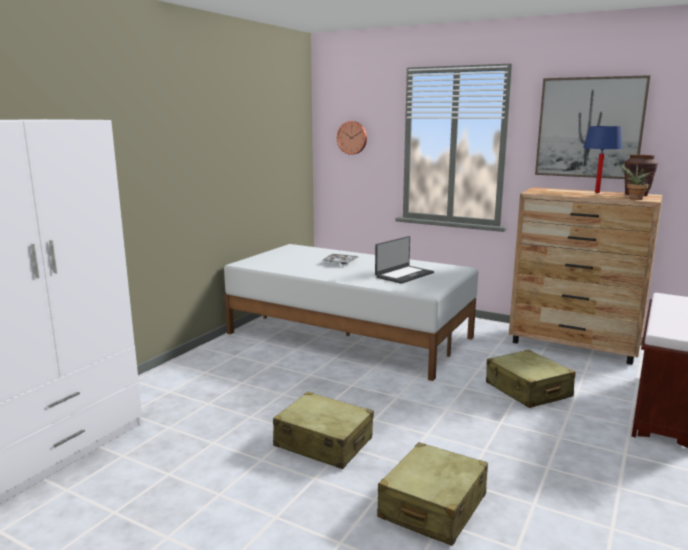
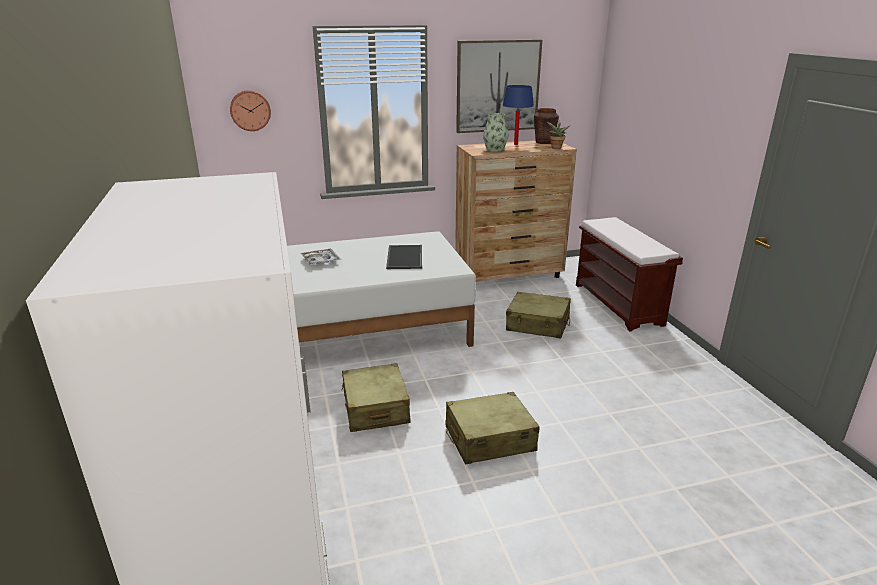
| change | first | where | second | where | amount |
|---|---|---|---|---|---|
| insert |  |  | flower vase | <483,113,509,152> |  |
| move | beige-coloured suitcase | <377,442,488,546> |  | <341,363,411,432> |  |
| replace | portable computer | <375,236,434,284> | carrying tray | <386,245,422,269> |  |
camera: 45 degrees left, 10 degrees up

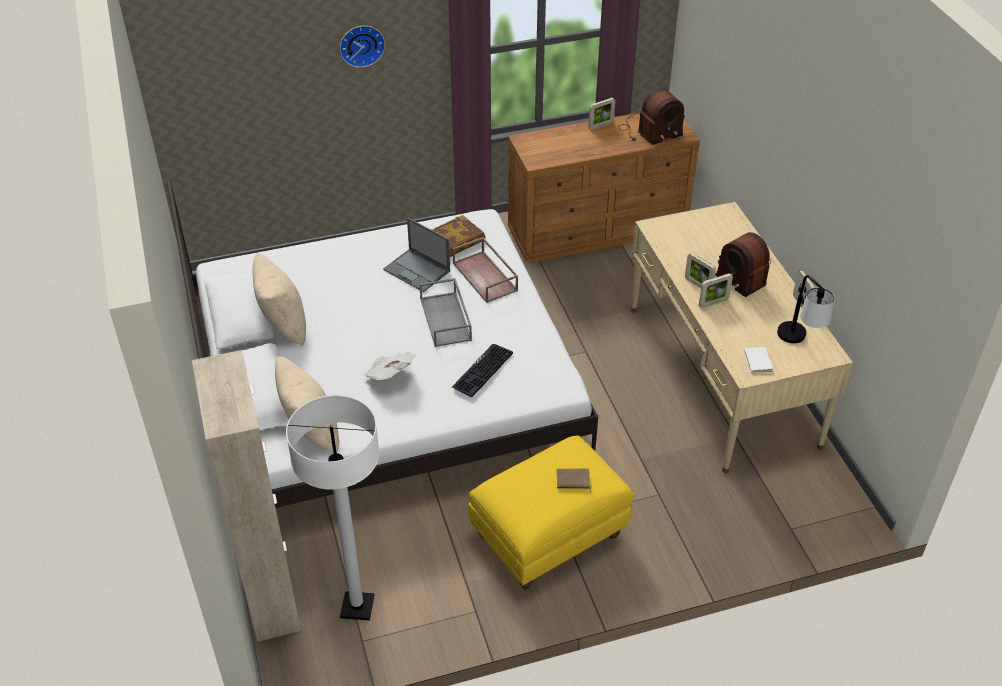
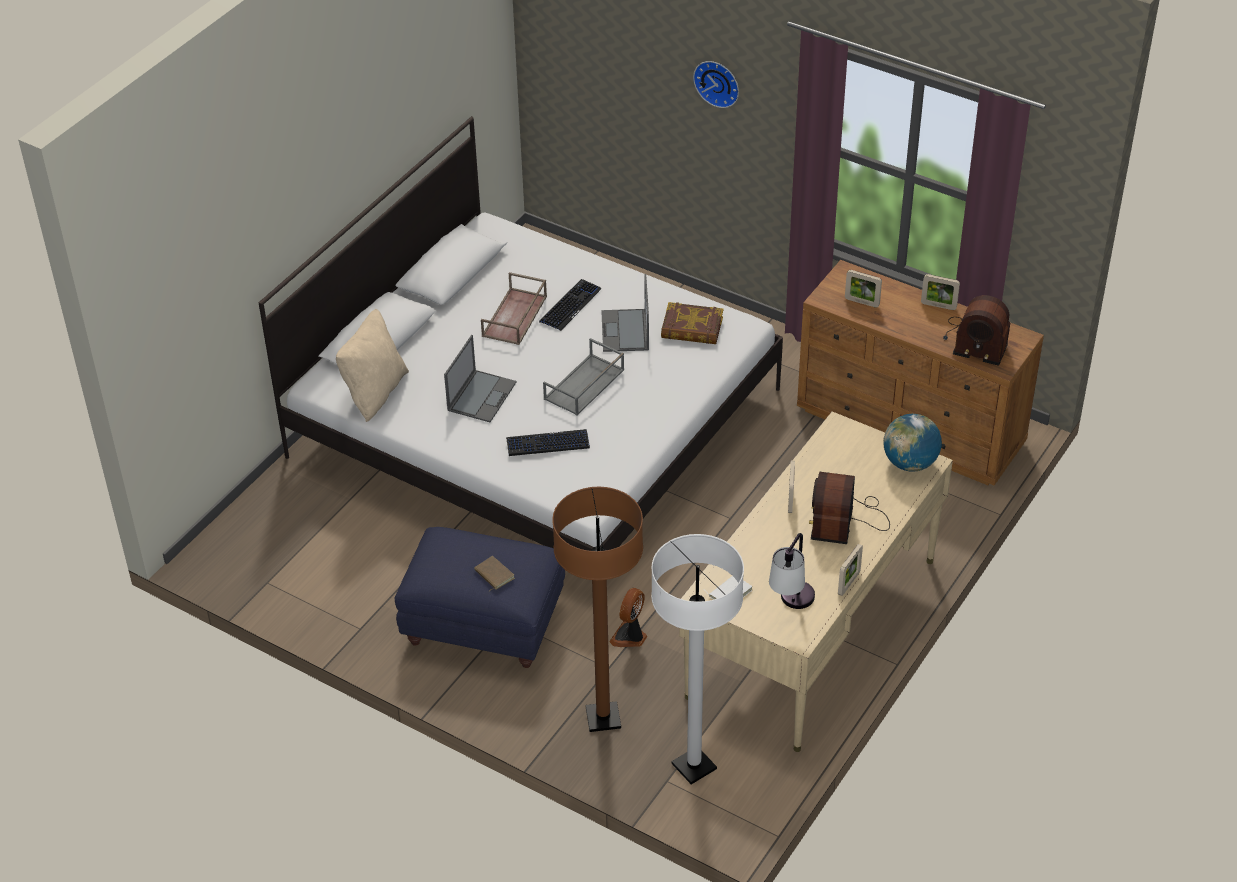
| change | first | where | second | where | amount |
|---|---|---|---|---|---|
| delete | beige-coloured storage cabinet | <192,350,301,642> |  |  |  |
| delete | beige-coloured cushion | <253,253,306,346> |  |  |  |
| insert |  |  | keyboard | <539,279,602,331> |  |
| insert |  |  | brown-coloured standard lamp | <552,487,643,732> |  |
| insert |  |  | electric fan | <609,588,647,647> |  |
| insert |  |  | world globe | <883,414,942,472> |  |
| move | white-coloured standard lamp | <286,395,380,620> |  | <651,534,744,784> |  |
| move | brown-coloured carrying tray | <452,237,518,303> |  | <481,272,547,345> |  |
| move | standing frame | <699,273,733,308> |  | <845,270,882,308> |  |
| replace | daily paper | <363,352,416,380> | portable computer | <444,335,516,422> |  |
| recolor | yellowish ottoman | <468,435,634,589> | blue-coloured ottoman | <395,527,565,668> |  |
camera: 50 degrees right, 0 degrees up

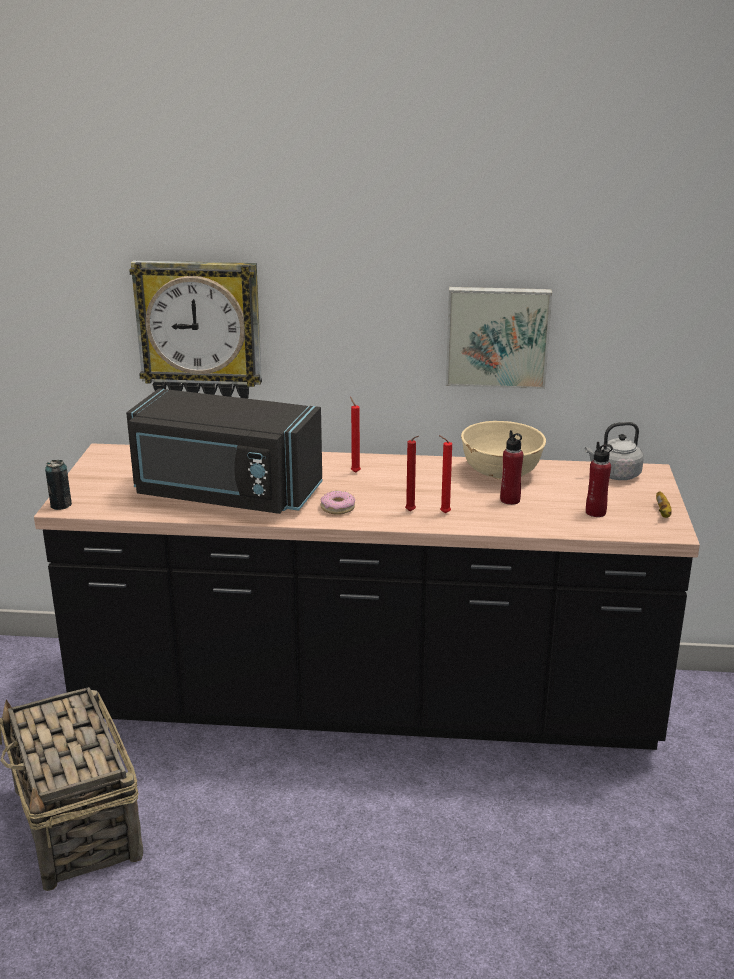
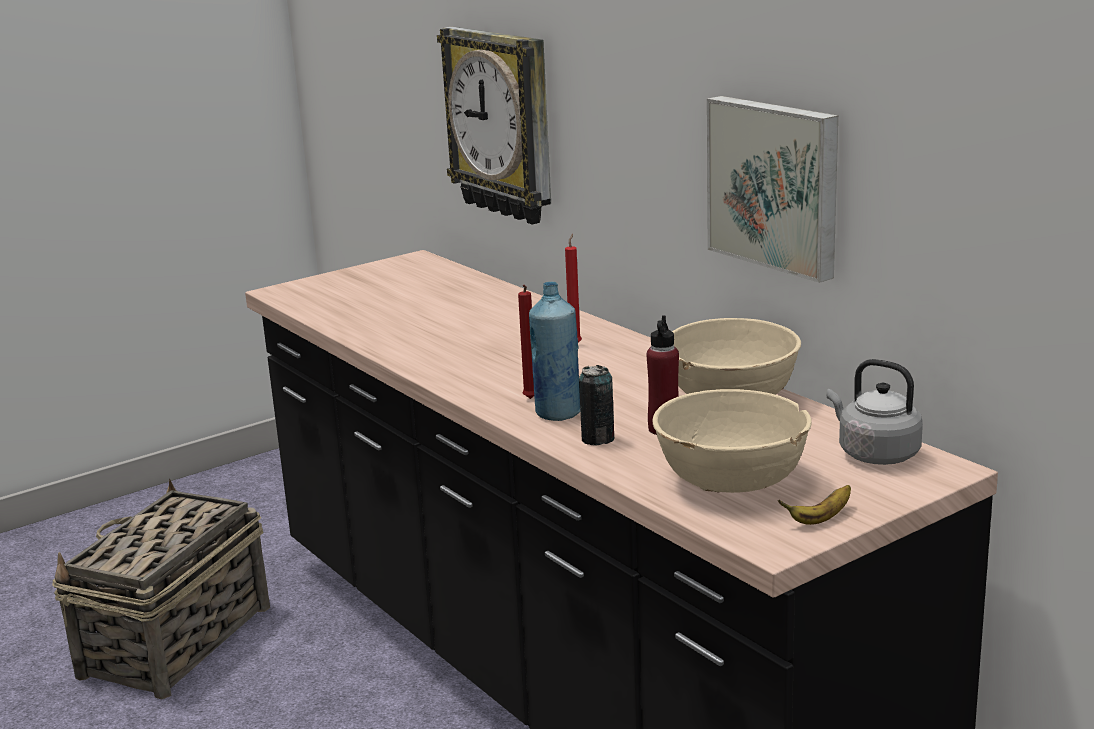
| change | first | where | second | where | amount |
|---|---|---|---|---|---|
| delete | black-coloured kitchen microwave | <126,388,322,514> |  |  |  |
| delete | doughnut | <320,491,355,515> |  |  |  |
| move | can | <45,460,72,510> |  | <579,365,614,446> |  |
| replace | red-coloured wax light | <439,435,452,513> | blue-coloured drink bottle | <529,282,580,421> |  |
| replace | red-coloured drink bottle | <586,442,613,517> | beige-coloured bowl | <652,389,812,493> |  |
camera: 50 degrees right, 5 degrees down

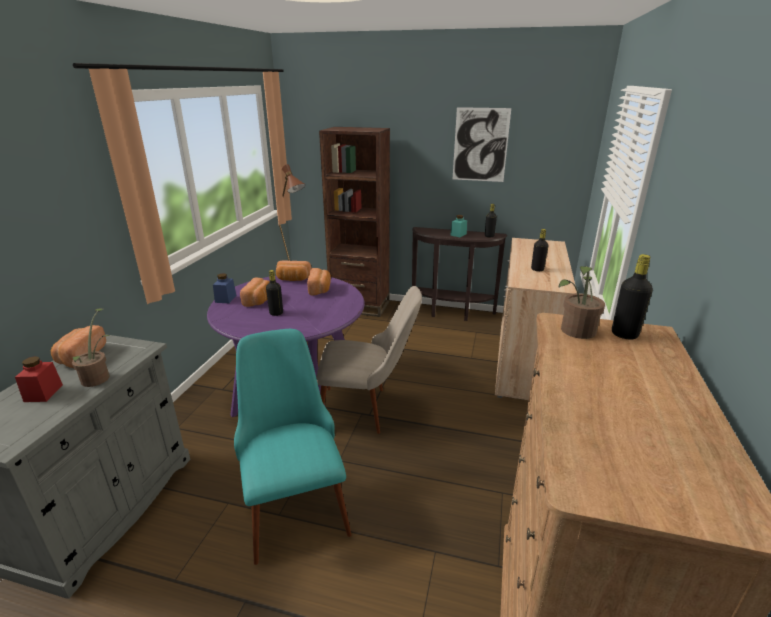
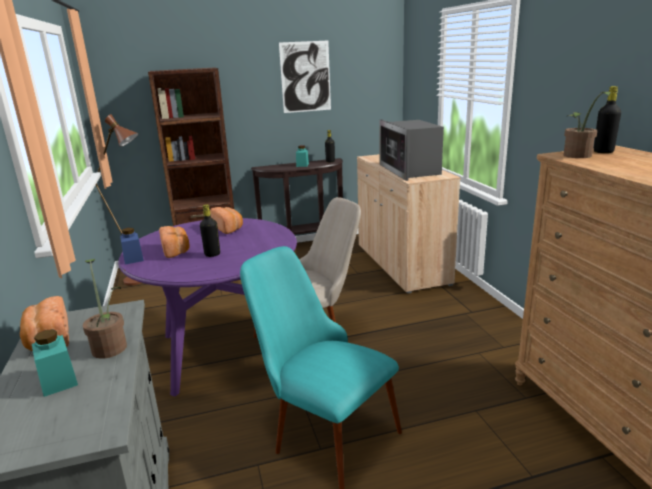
| change | first | where | second | where | amount |
|---|---|---|---|---|---|
| delete | bread | <276,260,311,281> |  |  |  |
| replace | black-coloured drink bottle | <531,229,548,271> | kitchen microwave | <379,120,444,181> |  |
| recolor | red-coloured jar | <15,356,63,402> | turquoise jar | <32,329,78,397> |  |
camera: 30 degrees left, 5 degrees down

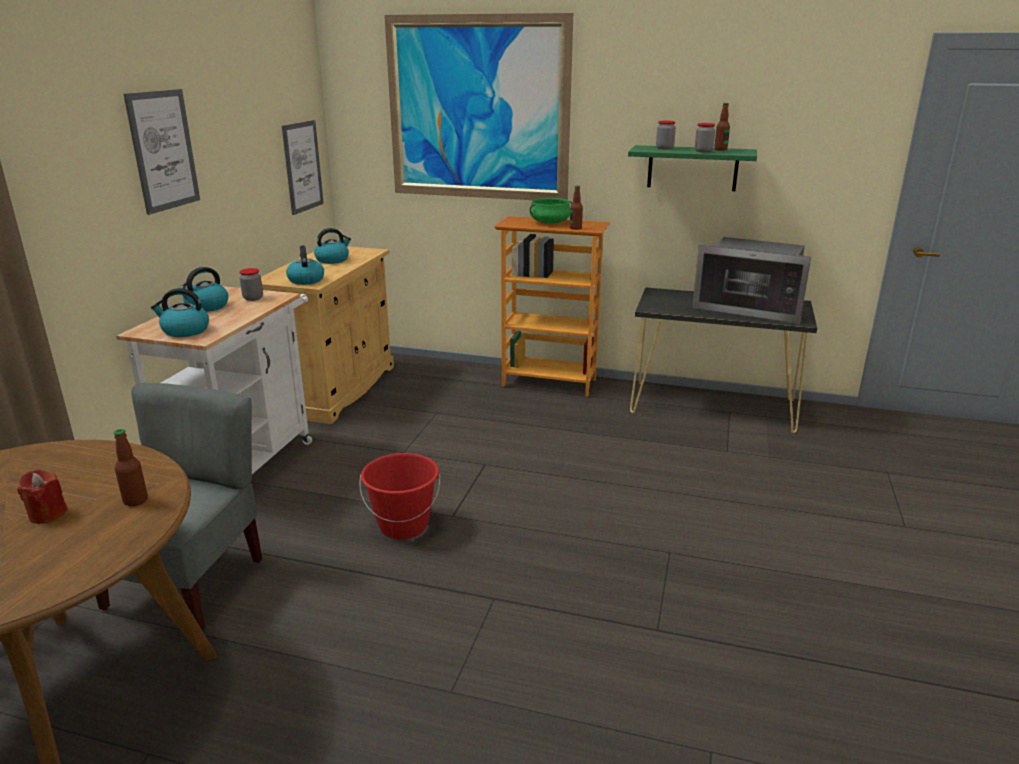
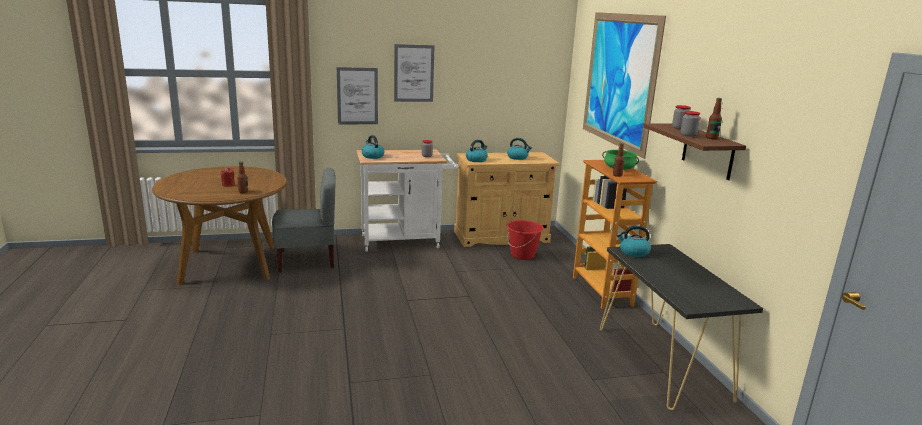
| change | first | where | second | where | amount |
|---|---|---|---|---|---|
| delete | kitchen microwave | <692,237,811,324> |  |  |  |
| move | kettle | <178,267,228,312> |  | <617,225,651,257> |  |
| move | picture | <282,120,324,215> |  | <337,67,378,124> |  |
| move | red-coloured pail | <360,453,441,540> |  | <507,220,544,260> |  |
| recolor | greenish bracket shelf | <628,145,757,191> | brown-coloured bracket shelf | <643,124,746,180> |  |
camera: 60 degrees right, 5 degrees down

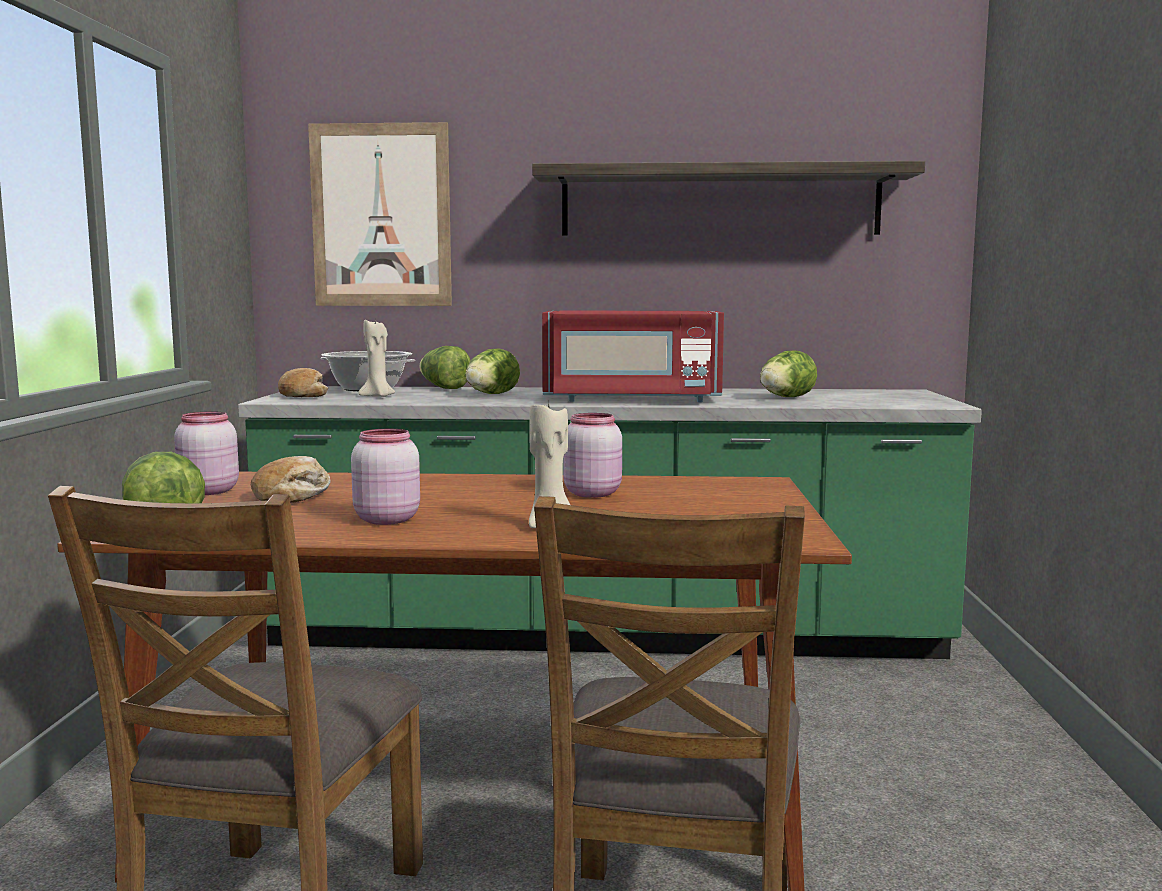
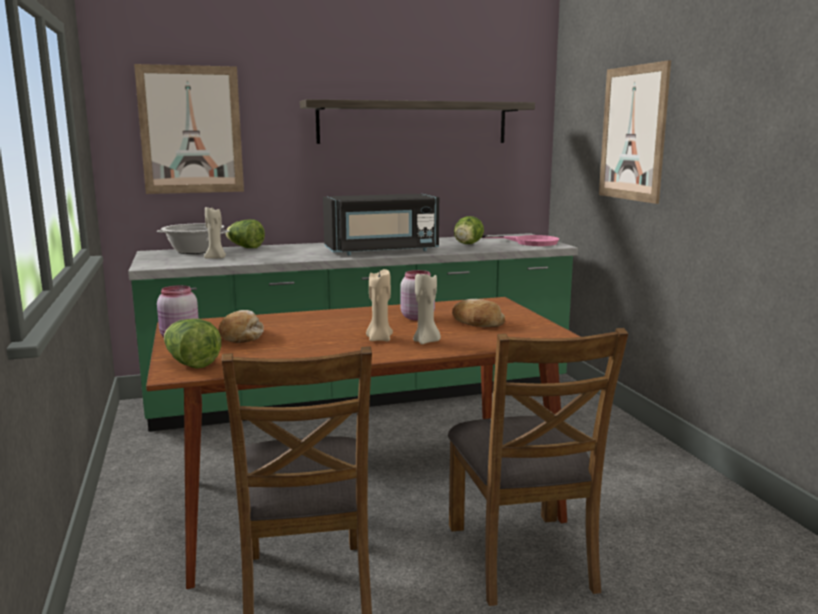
| change | first | where | second | where | amount |
|---|---|---|---|---|---|
| delete | pinkish jar | <351,429,420,525> |  |  |  |
| delete | head of lettuce | <465,349,520,394> |  |  |  |
| insert |  |  | beige-coloured wax light | <366,269,393,341> |  |
| insert |  |  | pinkish pan | <481,235,559,246> |  |
| insert |  |  | picture | <599,60,671,204> |  |
| move | bread | <278,368,328,397> |  | <452,299,505,327> |  |
| recolor | red-coloured kitchen microwave | <542,311,724,402> | black-coloured kitchen microwave | <323,194,439,255> |  |
camera: 20 degrees left, 5 degrees up

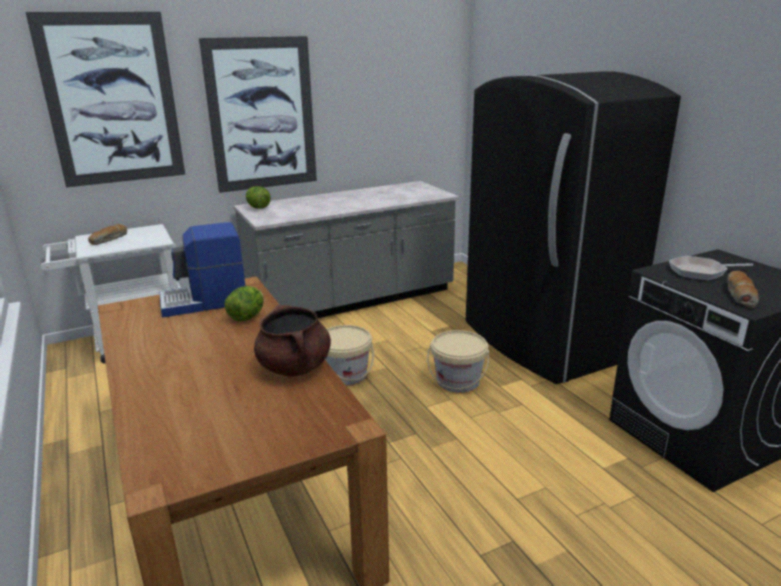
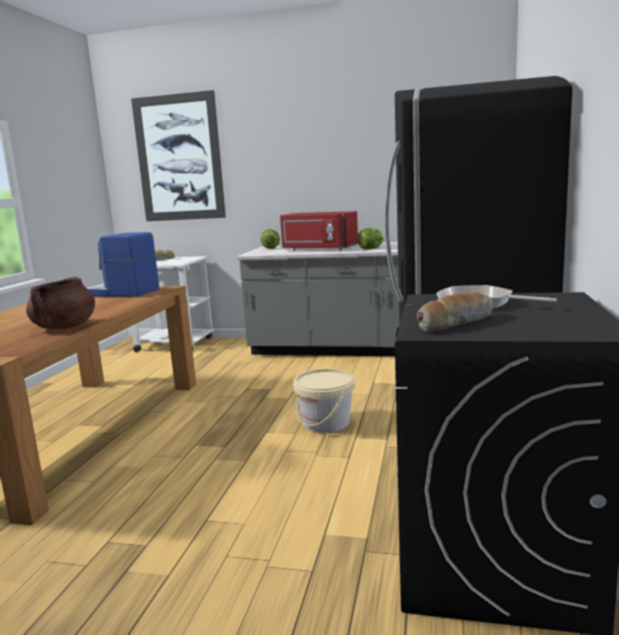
| change | first | where | second | where | amount |
|---|---|---|---|---|---|
| delete | picture | <199,36,317,193> |  |  |  |
| delete | beige-coloured pail | <325,325,374,385> |  |  |  |
| insert |  |  | red-coloured kitchen microwave | <280,211,358,251> |  |
| move | head of lettuce | <224,286,264,321> |  | <357,228,385,249> |  |
camera: 40 degrees right, 10 degrees down

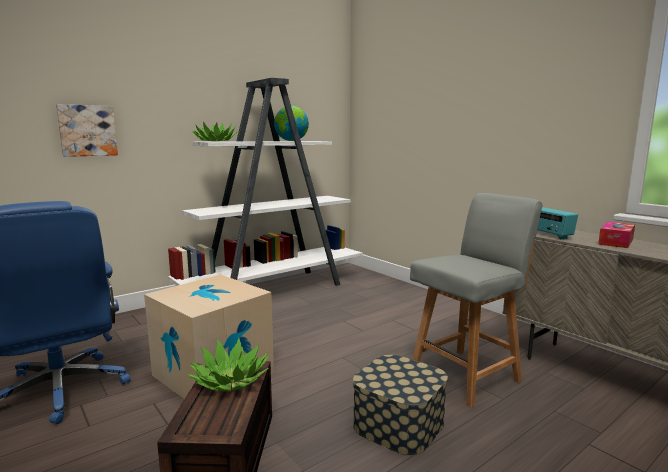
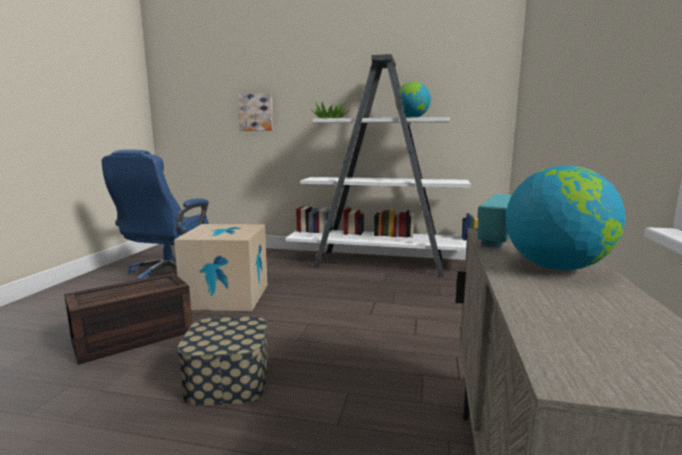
| change | first | where | second | where | amount |
|---|---|---|---|---|---|
| delete | potted plant | <186,338,269,392> |  |  |  |
| delete | greyish plain chair | <410,193,543,407> |  |  |  |
| replace | box of tissues | <598,221,635,248> | world globe | <506,165,625,271> |  |
camera: 50 degrees right, 0 degrees up

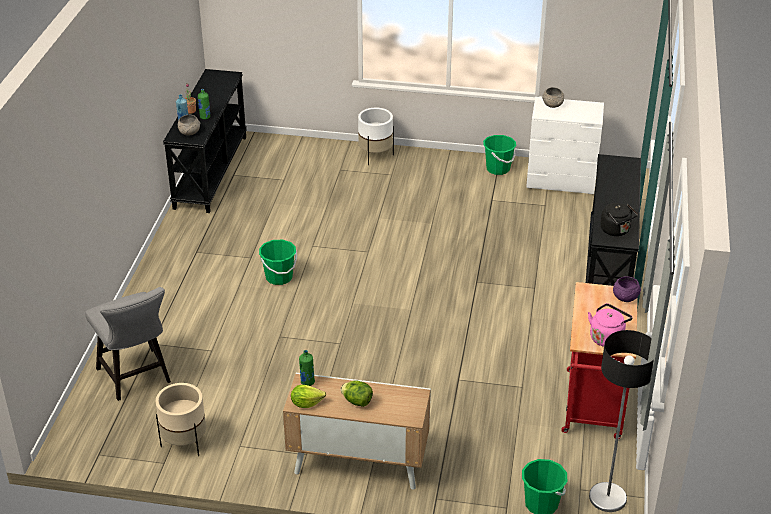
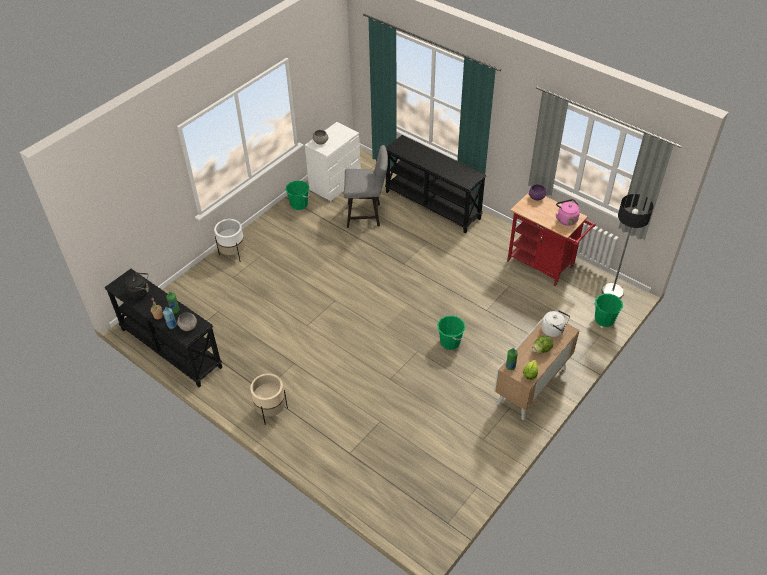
| change | first | where | second | where | amount |
|---|---|---|---|---|---|
| insert |  |  | white-coloured kettle | <541,310,570,337> |  |
| move | greyish plain chair | <85,287,171,401> |  | <344,145,388,228> |  |
| move | beige-coloured planter | <155,383,206,456> |  | <250,373,288,424> |  |
| move | greenish pail | <259,240,297,285> |  | <437,315,466,350> |  |
| move | black-coloured kettle | <600,203,638,236> |  | <124,273,149,300> |  |
camera: 60 degrees left, 10 degrees up

